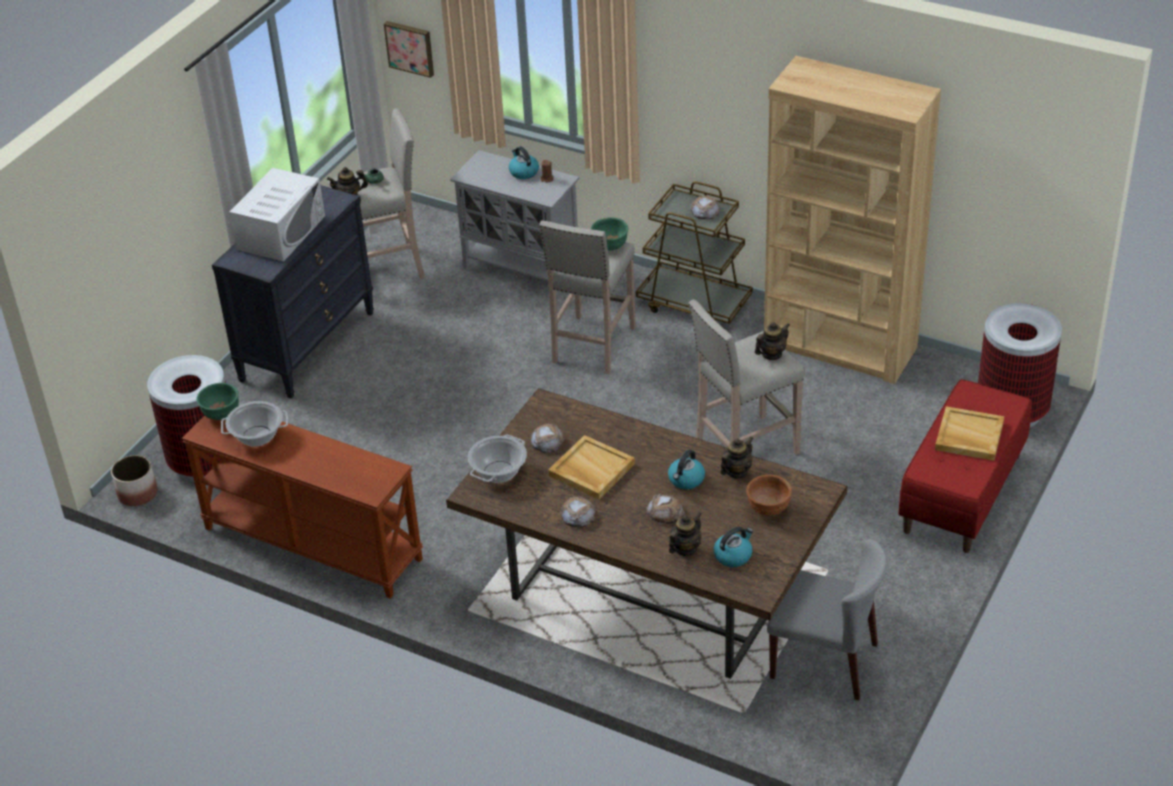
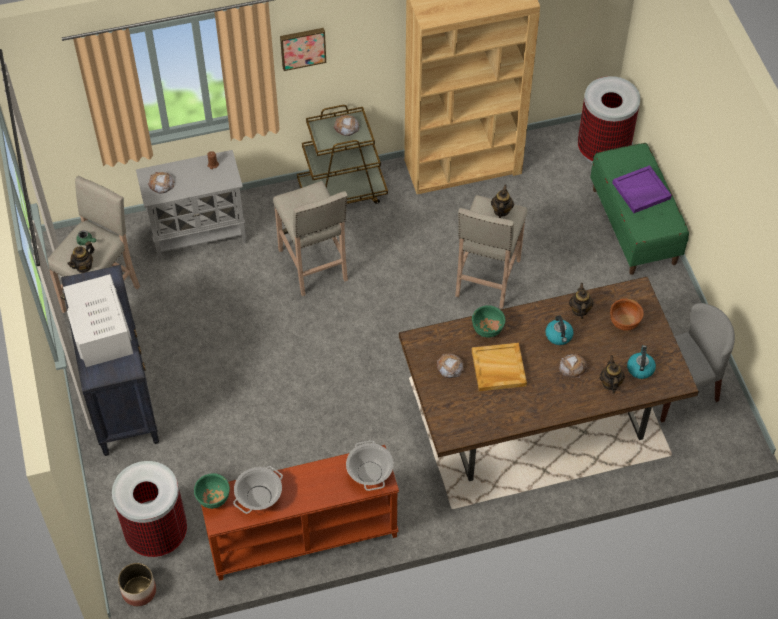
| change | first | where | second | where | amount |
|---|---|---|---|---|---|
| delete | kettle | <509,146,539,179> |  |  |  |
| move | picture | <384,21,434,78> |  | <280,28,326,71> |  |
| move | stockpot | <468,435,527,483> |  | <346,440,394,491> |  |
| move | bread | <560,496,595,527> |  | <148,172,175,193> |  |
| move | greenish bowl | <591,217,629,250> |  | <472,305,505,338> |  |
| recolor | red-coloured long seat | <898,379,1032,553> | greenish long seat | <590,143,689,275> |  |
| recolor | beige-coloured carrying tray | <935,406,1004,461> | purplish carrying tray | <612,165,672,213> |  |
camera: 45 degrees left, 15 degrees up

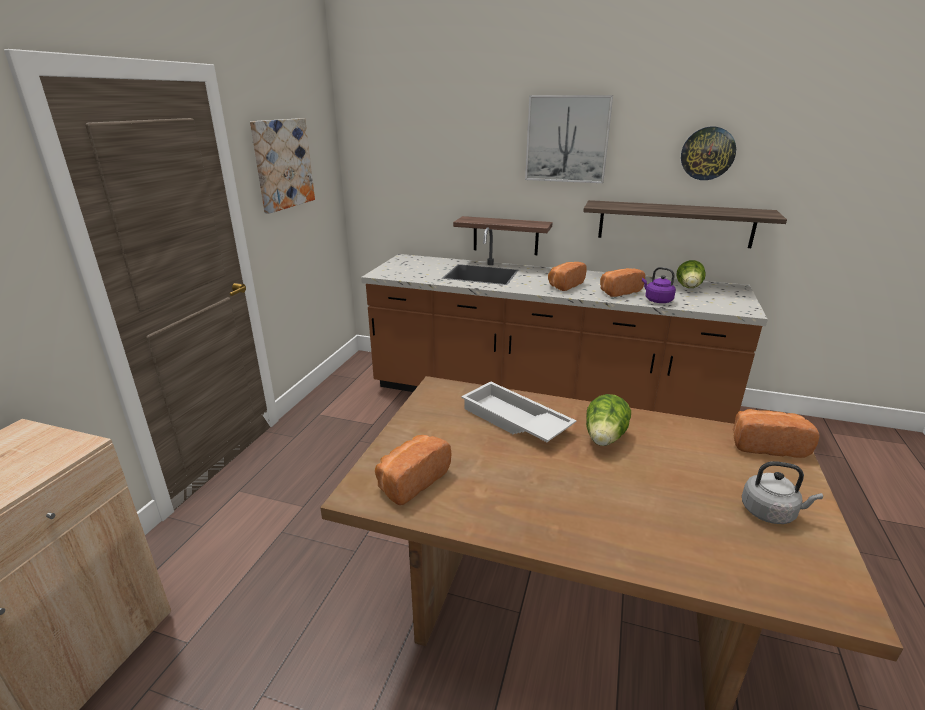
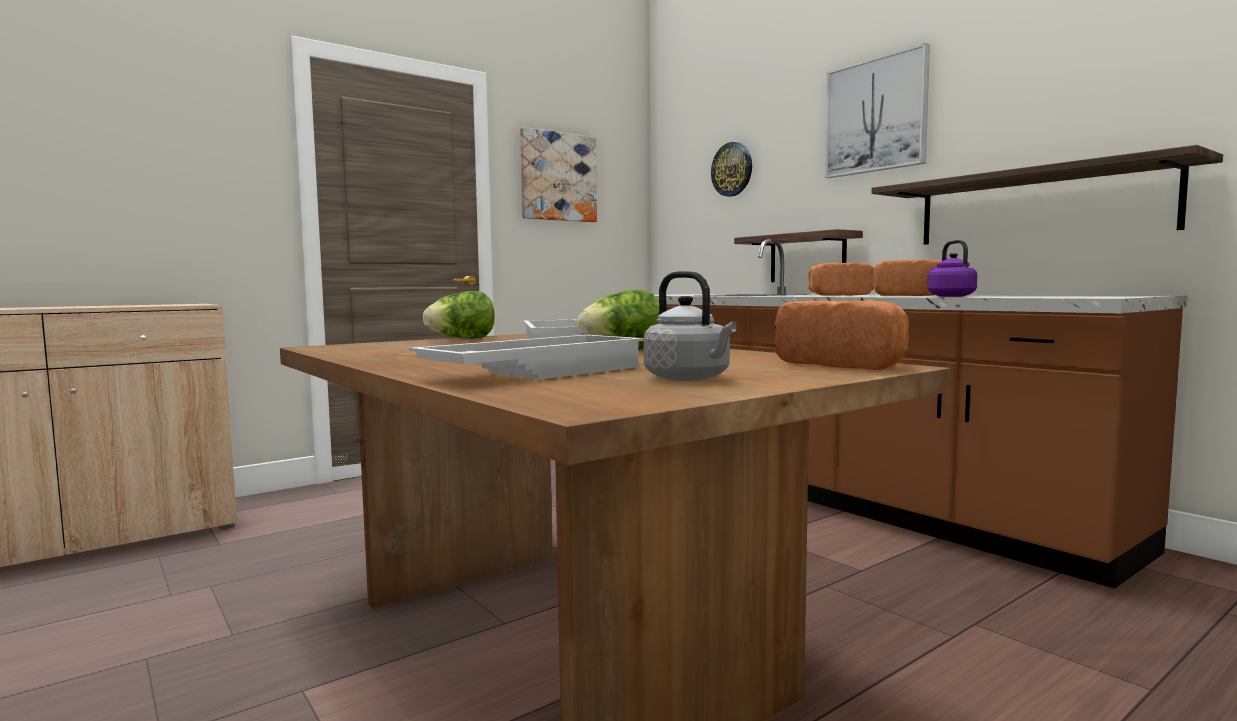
| change | first | where | second | where | amount |
|---|---|---|---|---|---|
| delete | bread | <375,435,452,505> |  |  |  |
| insert |  |  | white-coloured carrying tray | <409,335,644,380> |  |
| move | head of lettuce | <676,260,706,288> |  | <423,291,495,339> |  |
| move | wall clock | <681,127,736,180> |  | <711,142,752,197> |  |
camera: 35 degrees right, 20 degrees down

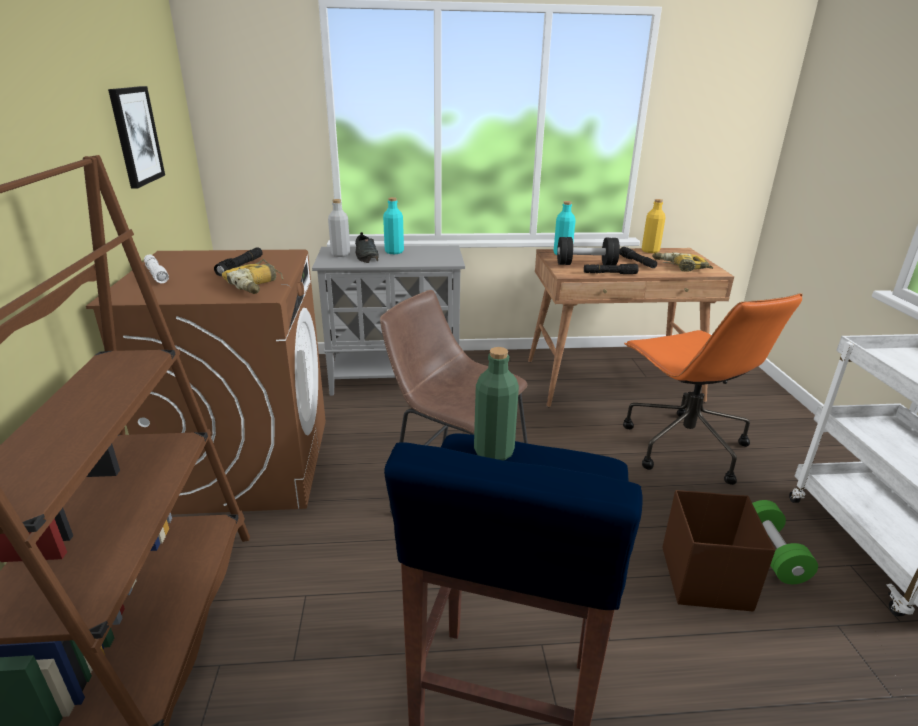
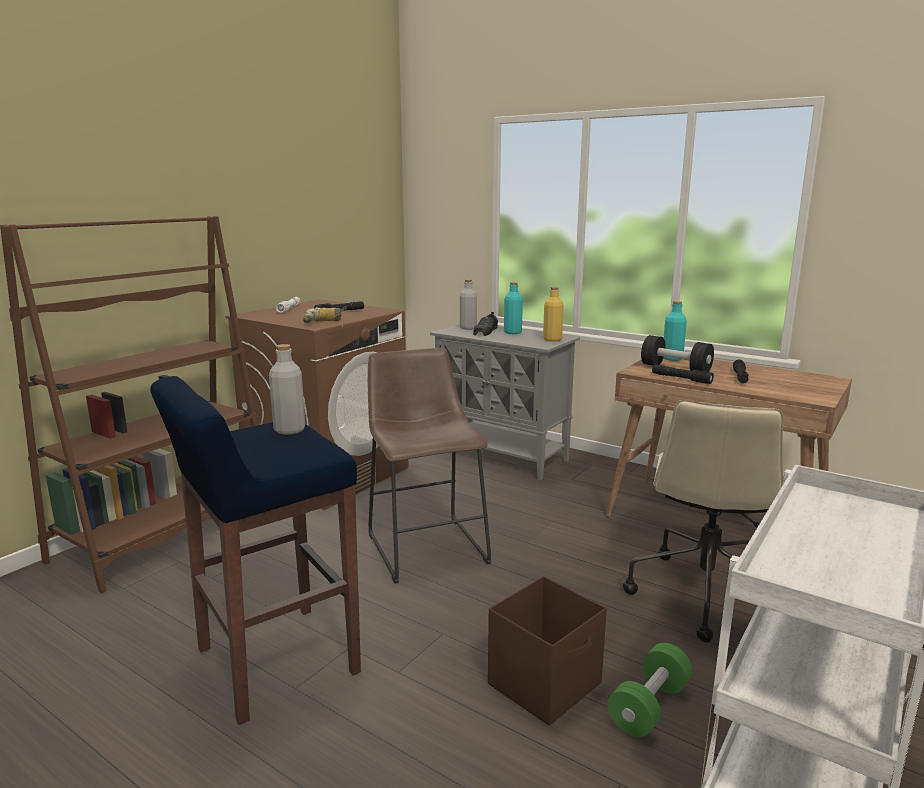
| change | first | where | second | where | amount |
|---|---|---|---|---|---|
| delete | picture | <108,86,165,188> |  |  |  |
| delete | drill | <652,252,713,272> |  |  |  |
| move | yellowish drink bottle | <642,199,665,253> |  | <543,287,564,342> |  |
| recolor | greenish drink bottle | <474,347,519,461> | greyish drink bottle | <269,344,305,435> |  |
| recolor | orange computer chair | <623,293,802,485> | beige-coloured computer chair | <623,400,784,642> |  |
camera: 40 degrees right, 10 degrees down

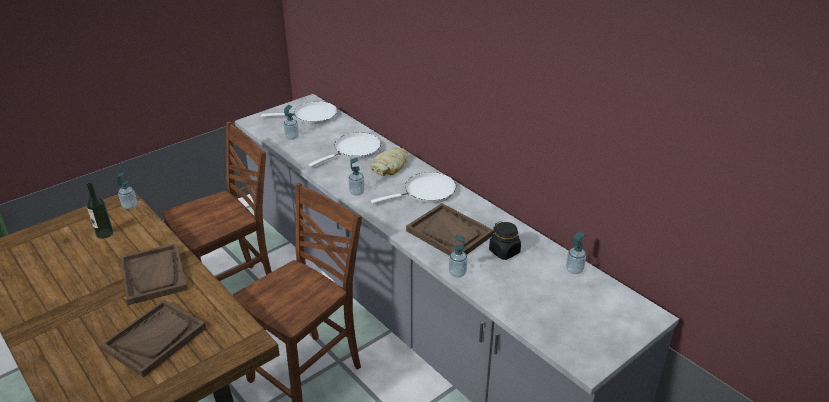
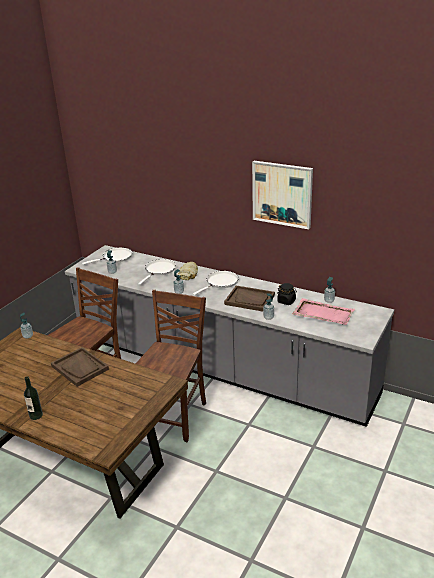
| change | first | where | second | where | amount |
|---|---|---|---|---|---|
| delete | brown-coloured carrying tray | <101,300,206,378> |  |  |  |
| insert |  |  | picture | <252,161,313,229> |  |
| insert |  |  | pinkish carrying tray | <292,298,355,325> |  |
| move | drink bottle | <86,182,113,239> |  | <24,376,43,420> |  |
camera: 20 degrees left, 5 degrees down

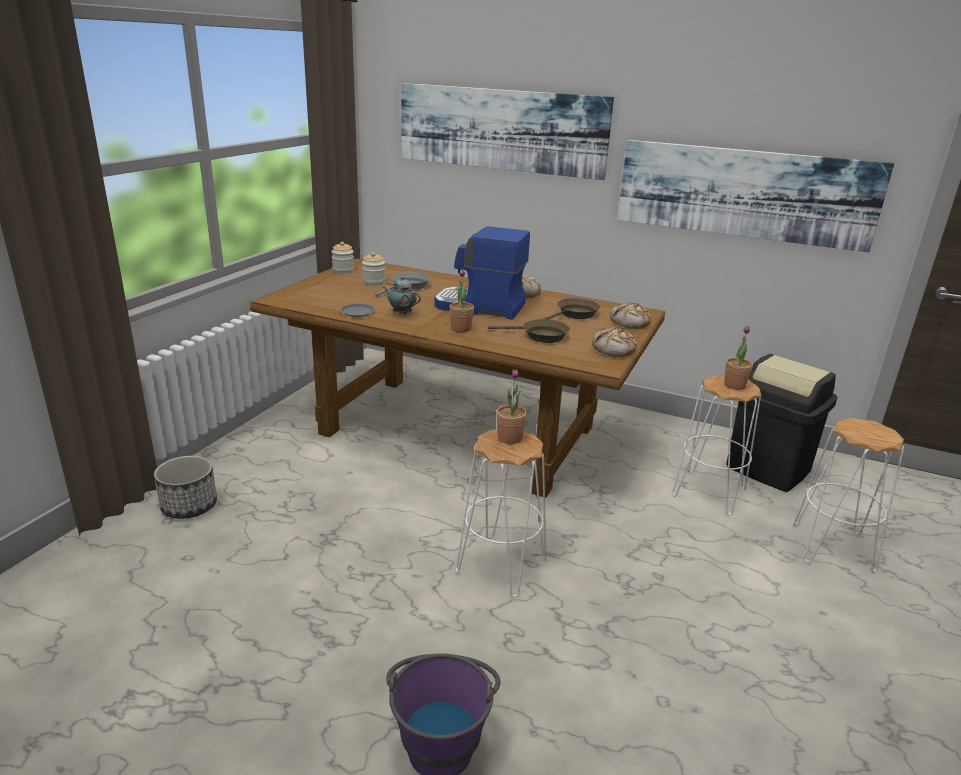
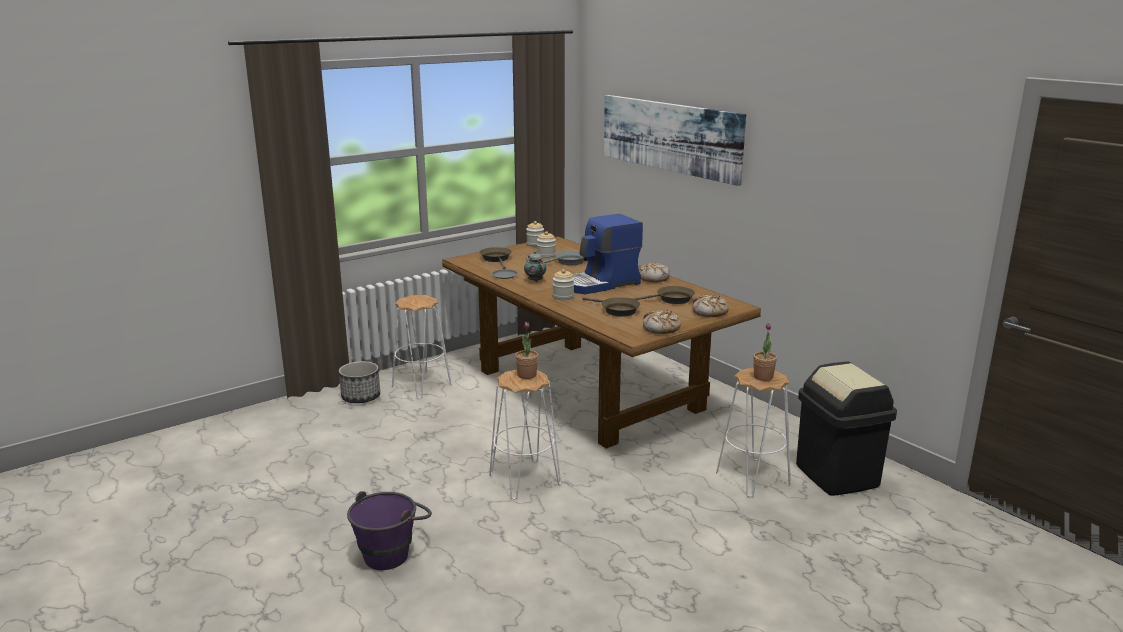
| change | first | where | second | where | amount |
|---|---|---|---|---|---|
| delete | picture | <617,140,894,252> |  |  |  |
| insert |  |  | brown-coloured pan | <479,247,512,269> |  |
| move | white-coloured stool seat | <793,418,904,573> |  | <392,295,452,399> |  |
| replace | potted plant | <449,269,474,332> | jar | <553,269,574,300> |  |
| rotate | coffee maker | <434,226,530,320> |  | <572,214,643,294> | 75 degrees counterclockwise |
camera: 30 degrees right, 5 degrees down

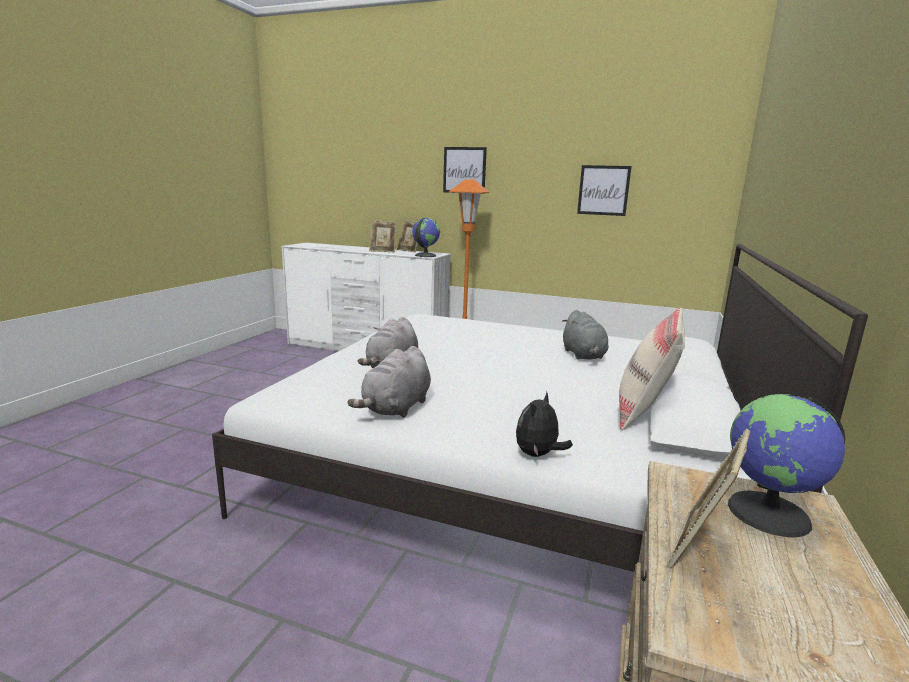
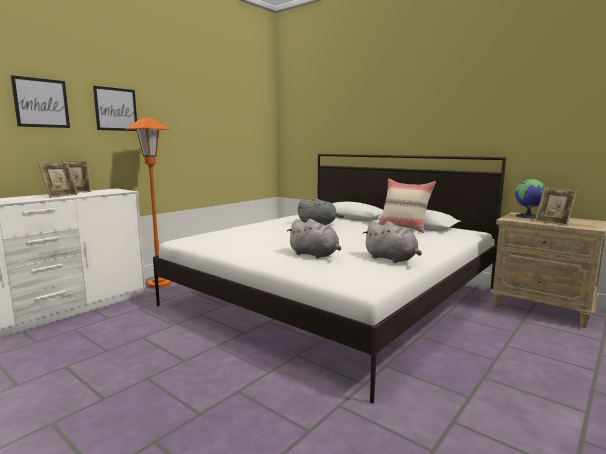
| change | first | where | second | where | amount |
|---|---|---|---|---|---|
| delete | world globe | <412,218,440,257> |  |  |  |
| delete | cuddly toy | <516,392,573,457> |  |  |  |
| move | picture | <577,165,632,216> |  | <11,75,70,128> |  |
camera: 70 degrees left, 5 degrees down

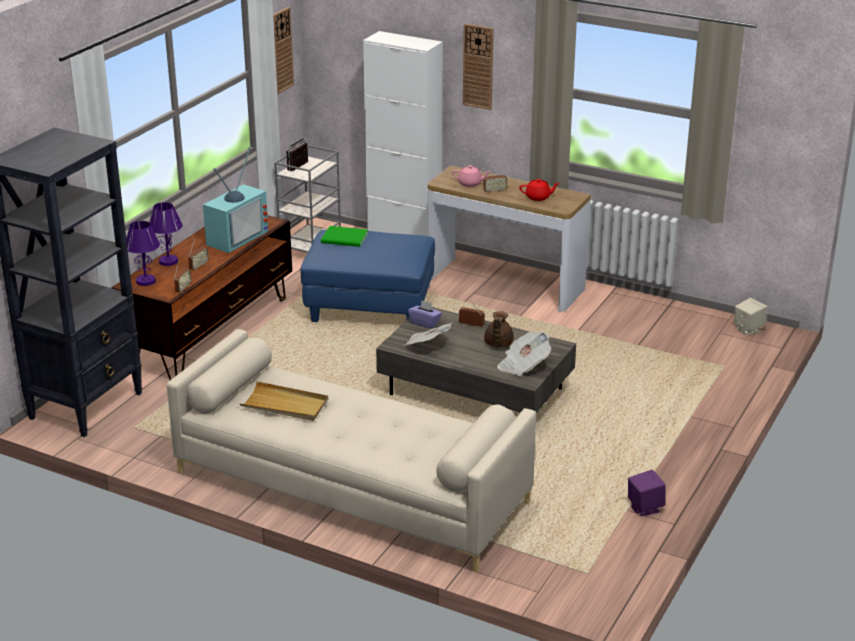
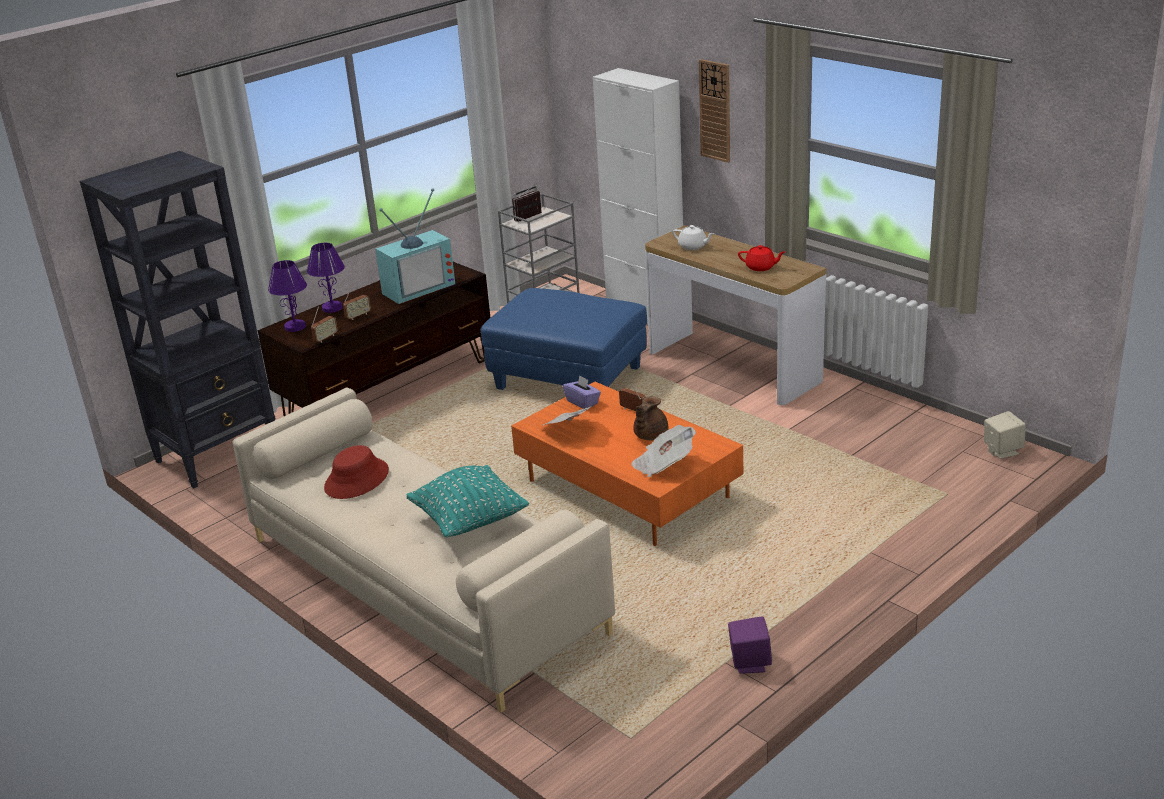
| change | first | where | second | where | amount |
|---|---|---|---|---|---|
| delete | wall clock | <273,7,294,94> |  |  |  |
| delete | greenish volume | <321,226,368,247> |  |  |  |
| delete | radio | <484,164,507,193> |  |  |  |
| insert |  |  | turquoise cushion | <407,465,529,537> |  |
| replace | beige-coloured carrying tray | <240,381,328,421> | red-coloured hat | <324,445,389,499> |  |
| recolor | greyish low table | <376,307,576,413> | orange low table | <511,382,743,546> |  |
| recolor | pinkish teapot | <452,165,490,187> | white-coloured teapot | <673,225,715,250> |  |
camera: 20 degrees right, 0 degrees up

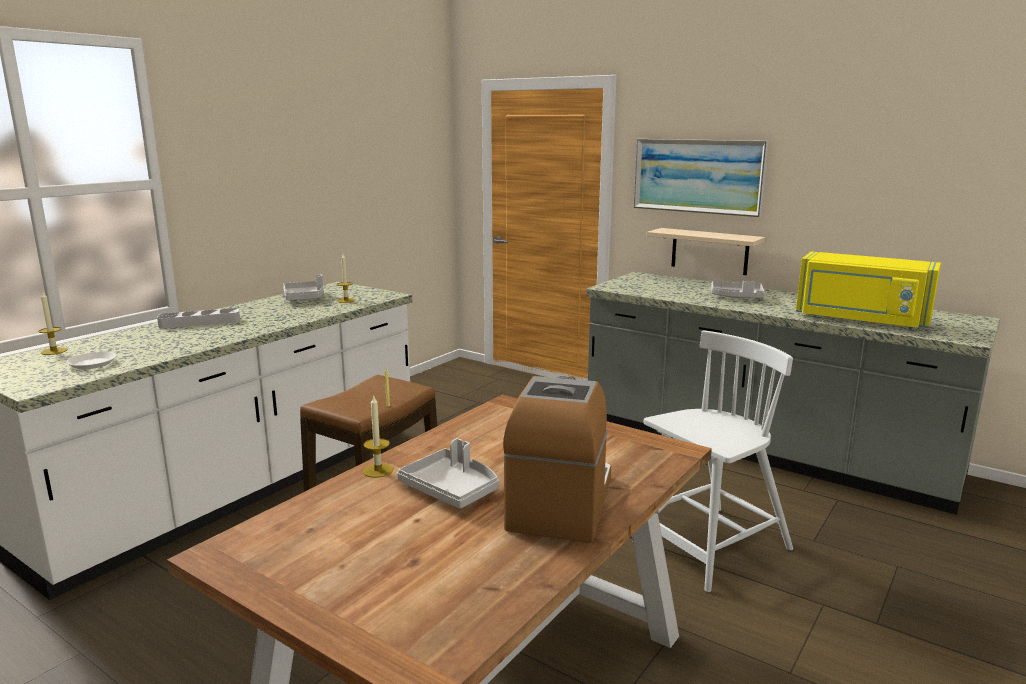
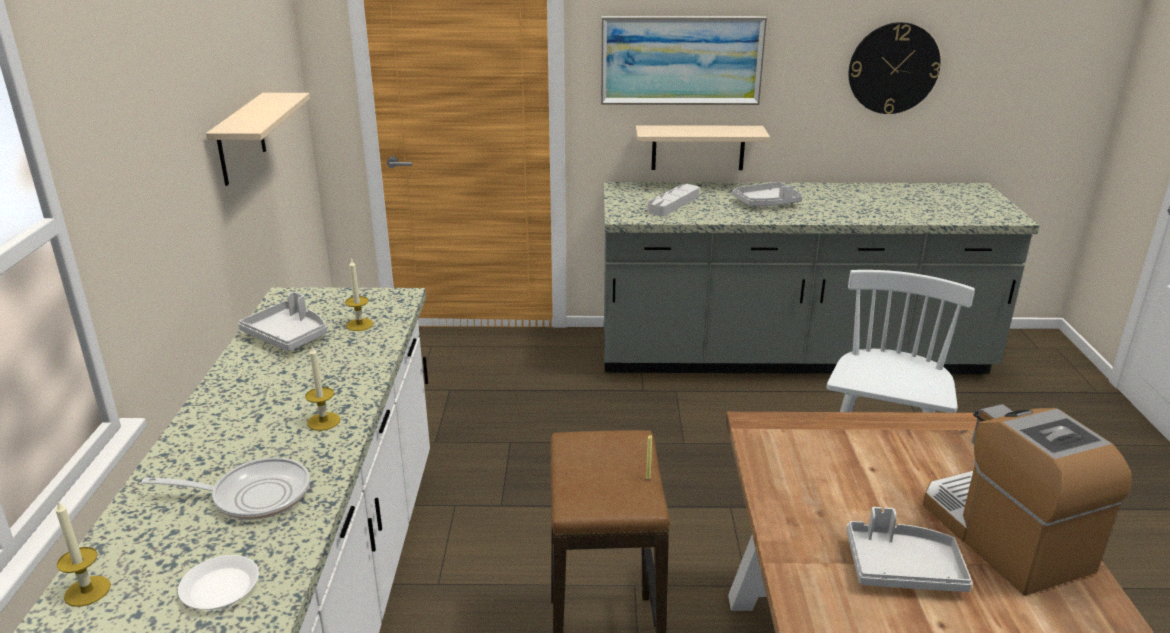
| change | first | where | second | where | amount |
|---|---|---|---|---|---|
| delete | yellowish kitchen microwave | <796,251,941,330> |  |  |  |
| insert |  |  | pan | <142,457,310,520> |  |
| insert |  |  | beige-coloured bracket shelf | <206,93,310,186> |  |
| insert |  |  | wall clock | <849,22,941,114> |  |
| move | greyish carrying tray | <157,308,240,329> |  | <647,184,699,216> |  |
| move | wax light | <363,396,393,478> |  | <305,346,340,431> |  |
camera: 35 degrees left, 10 degrees up

